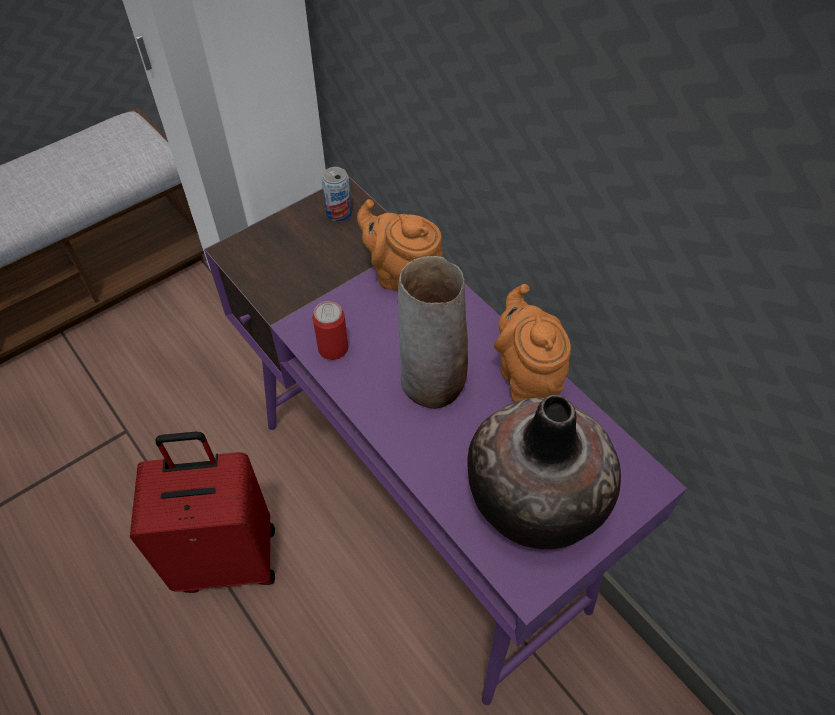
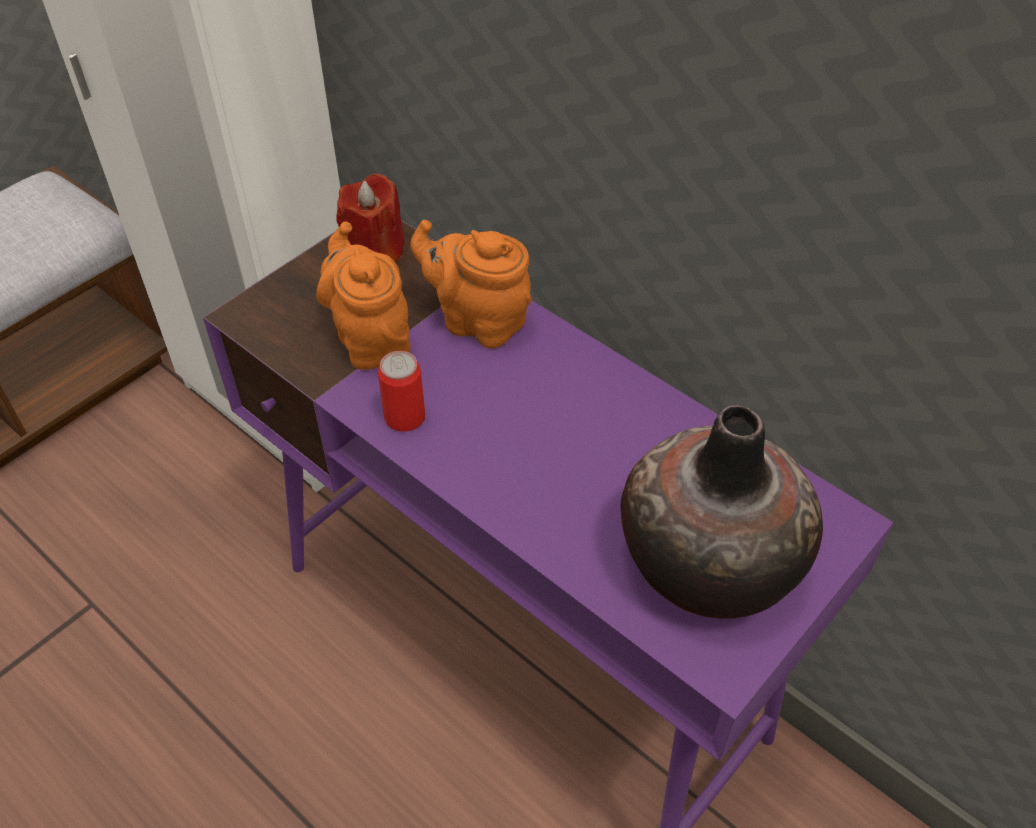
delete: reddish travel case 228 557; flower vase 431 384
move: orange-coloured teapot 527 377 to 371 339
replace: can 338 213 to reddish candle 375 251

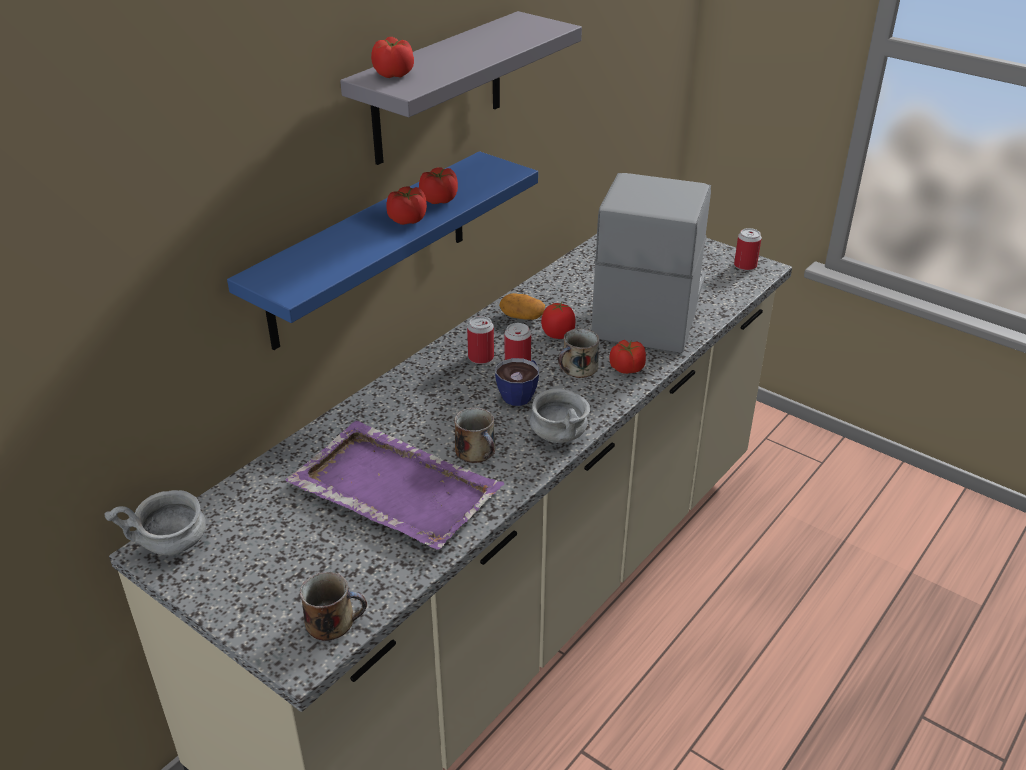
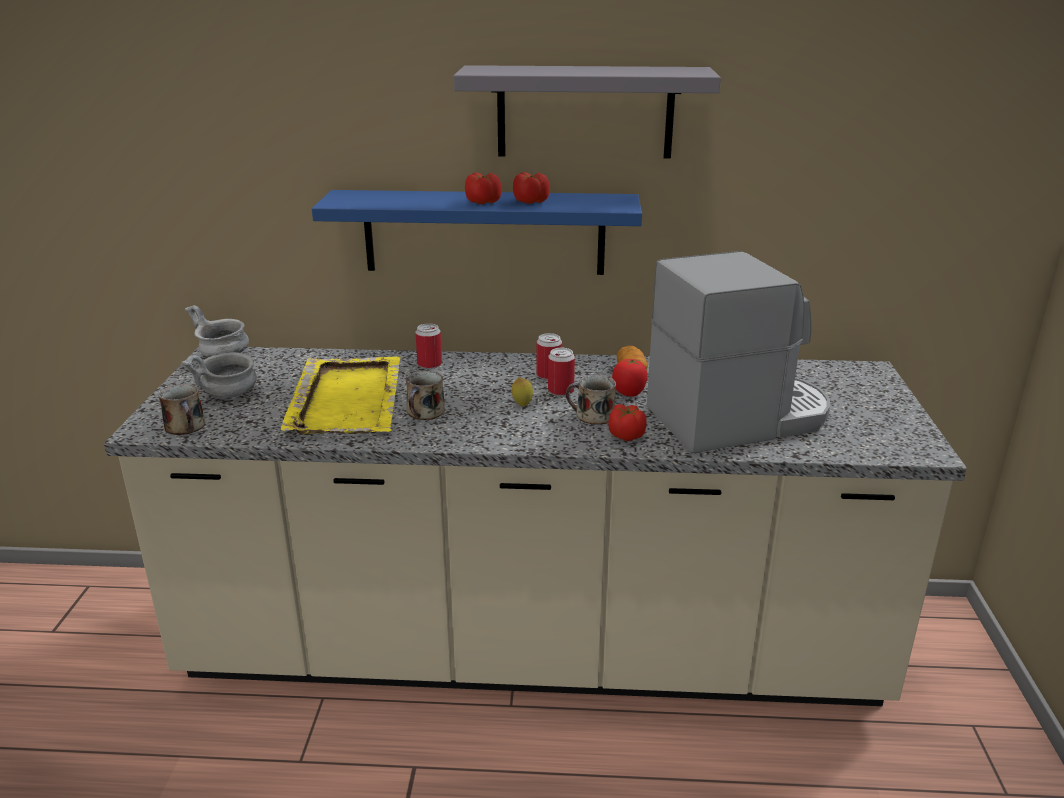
delete: tomato 393 74
move: grey deep dish 560 436 to 229 395; can 745 265 to 429 364
replace: small cup 520 394 to citrus fruit 522 404
recolor: purplish tray 393 488 to yellowish tray 347 398

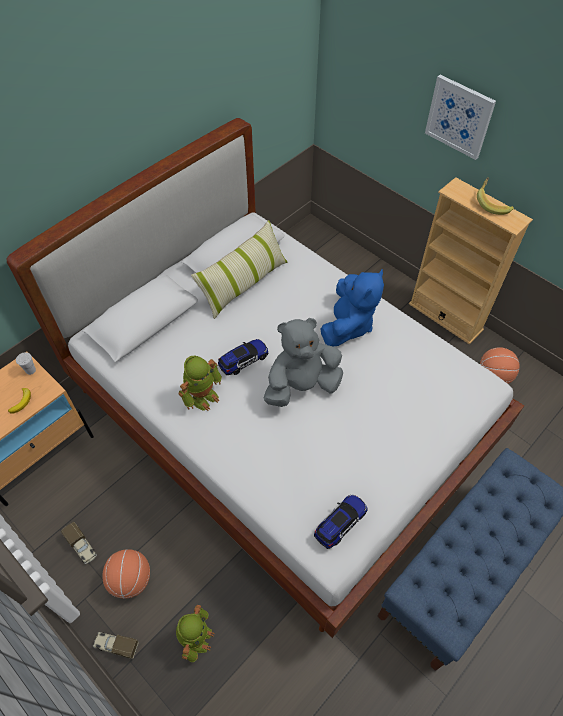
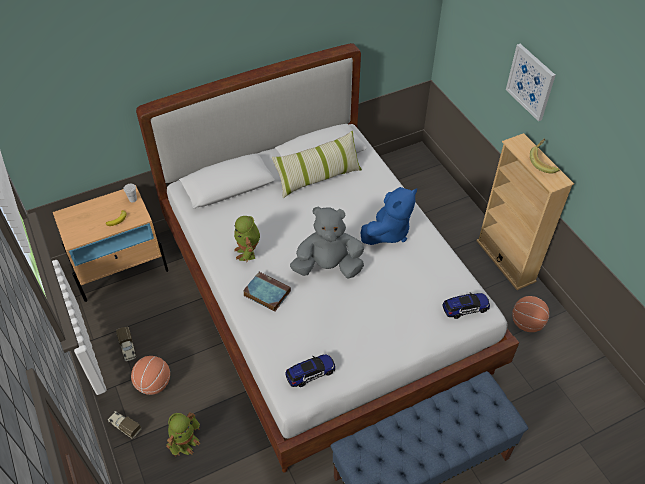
insert: book 266 293
move: model car 243 360 to 465 308
rotate: model robot 202 396 = 248 252 105 degrees clockwise

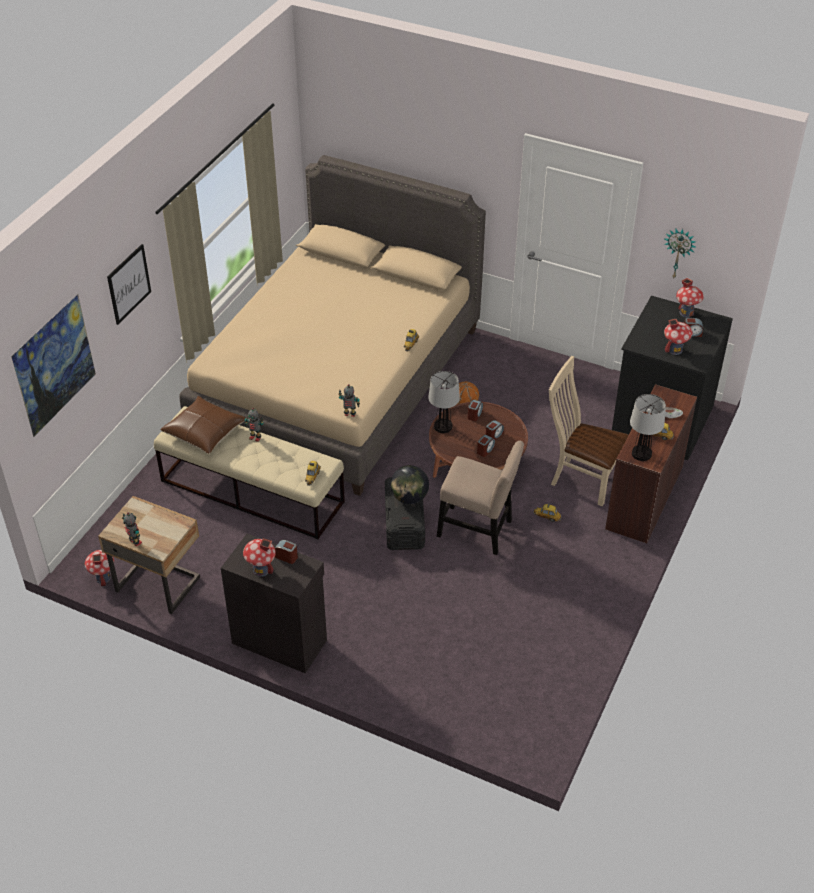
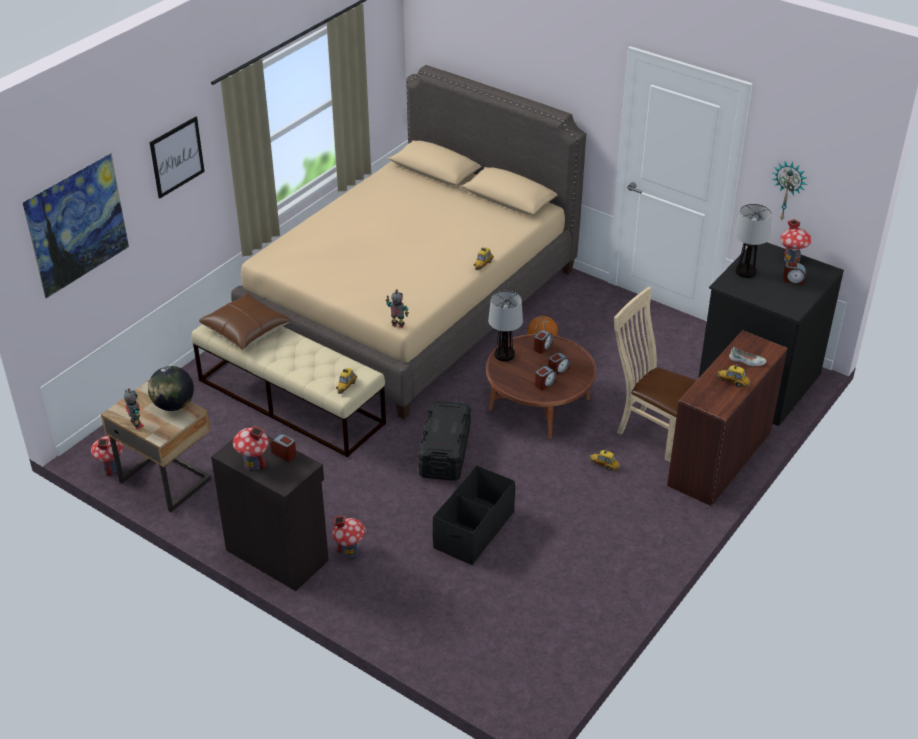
delete: model robot 255 437; beige-coloured chair 478 530
insert: black storage box 473 530
move: desk globe 409 498 to 173 405; lamp for a table 641 453 to 745 271; toy house 674 350 to 350 550

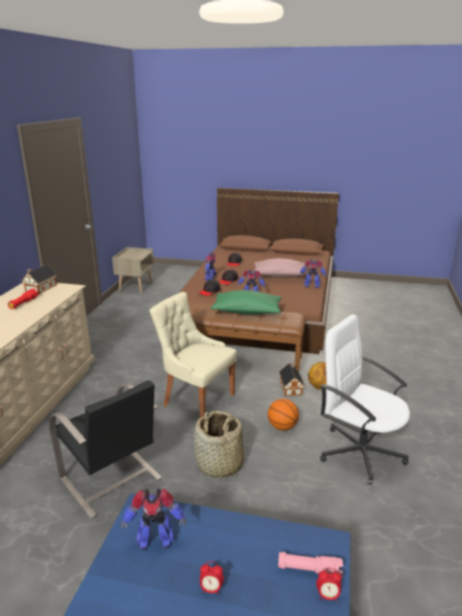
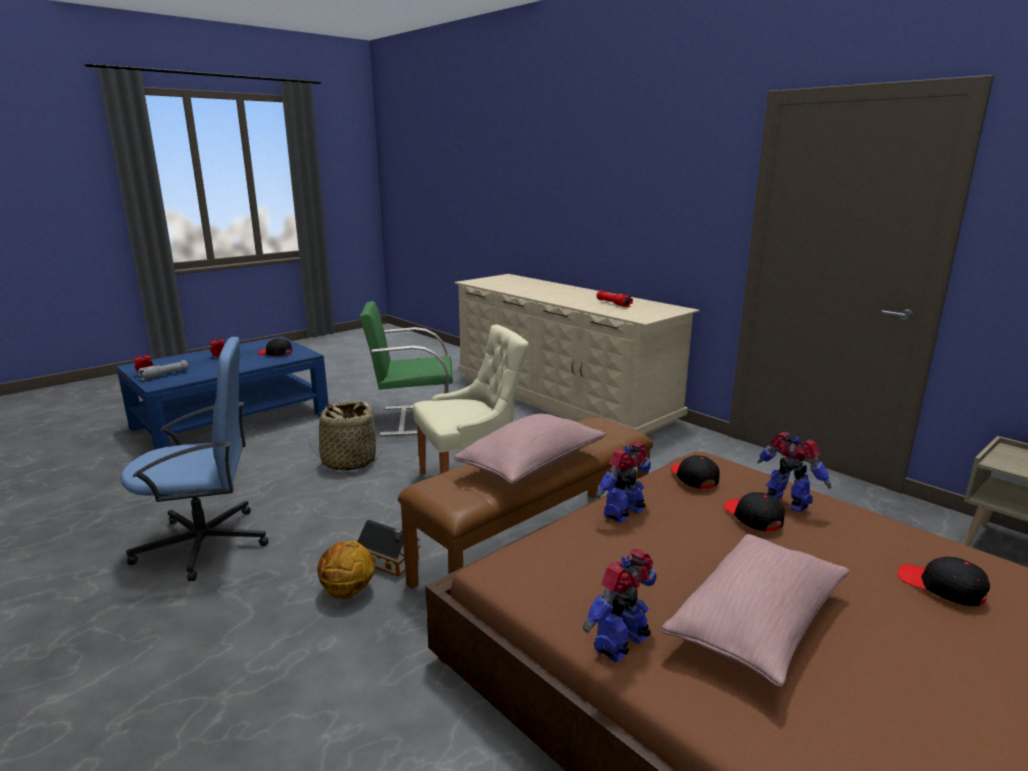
delete: toy house 40 288; basketball ball 282 427
replace: model robot 155 540 to black cap 275 353
recolor: black chair 111 480 to greenish chair 412 419; greenish throw pillow 247 312 to pinkish throw pillow 532 465; pinkish torch 309 570 to grey torch 164 375; whitish computer chair 360 452 to blue computer chair 206 544

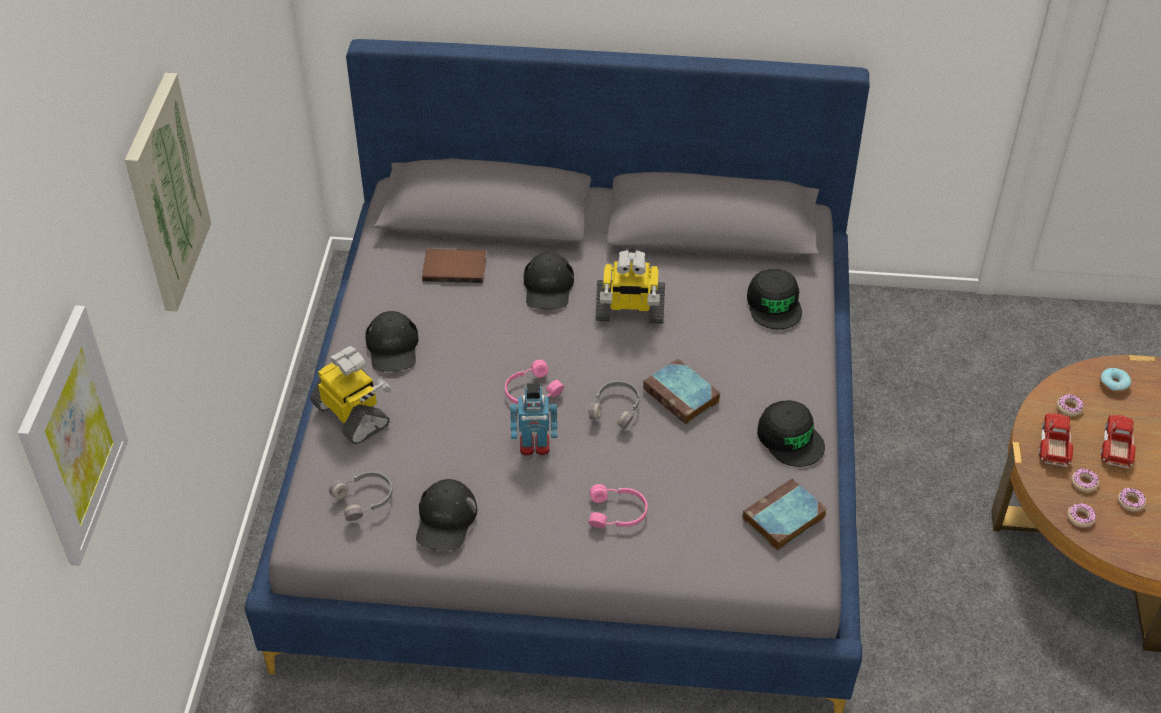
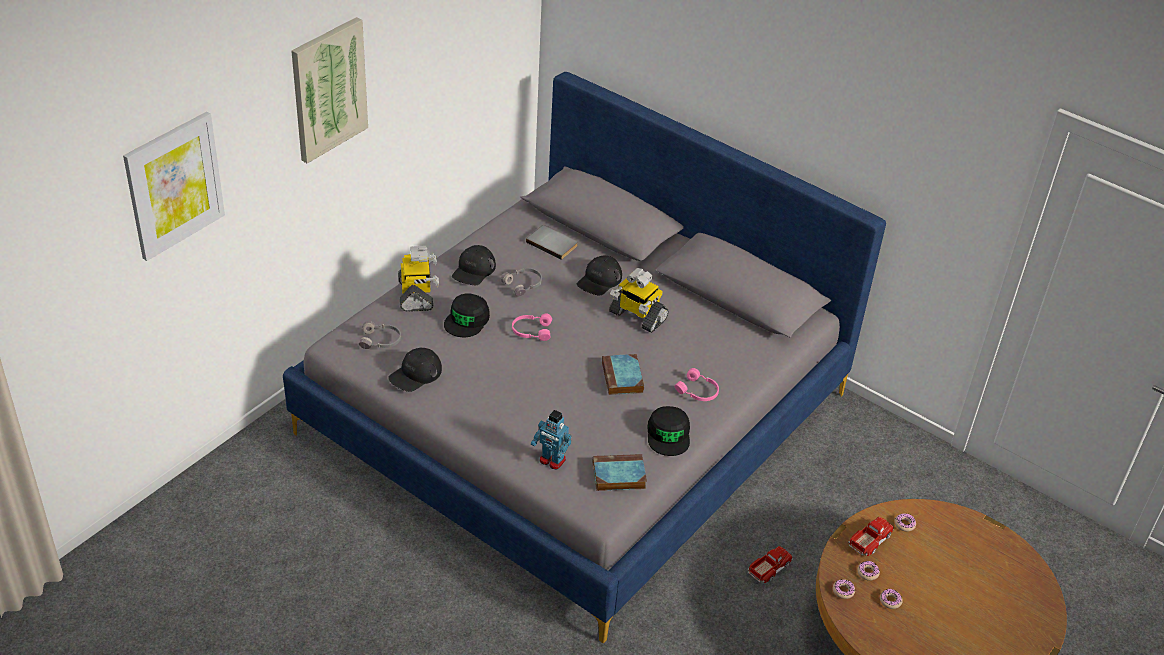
delete: ring doughnut 1113 385
move: model robot 534 446 to 552 460; pinkish headset 617 513 to 698 392; grey headset 616 408 to 523 285; black cap 774 304 to 467 320; toy truck 1116 446 to 769 568
recolor: brown-coloured book 454 267 to grey book 553 243

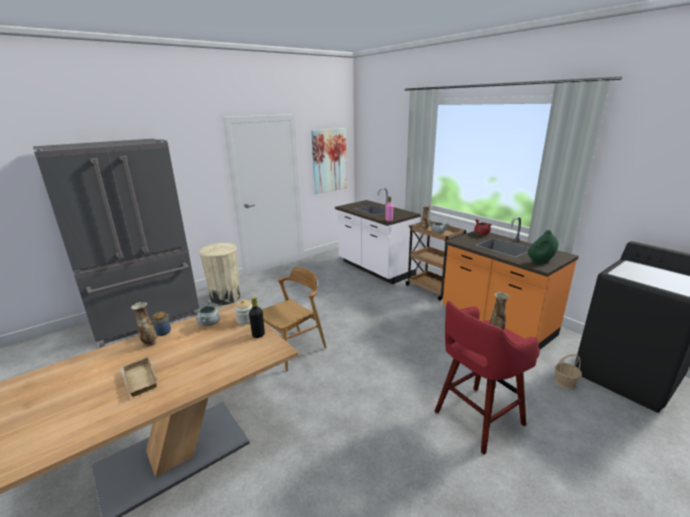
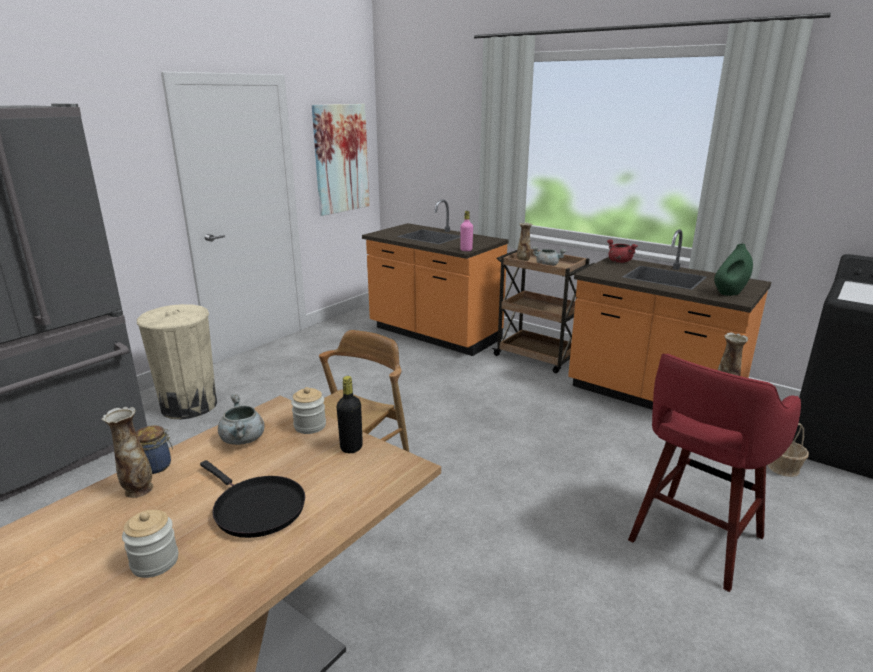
insert: black frying pan 256 508
replace: beige-coloured tray 138 380 to preserve jar 155 562
recolor: whitish kitchen counter 375 268 to orange-coloured kitchen counter 434 335

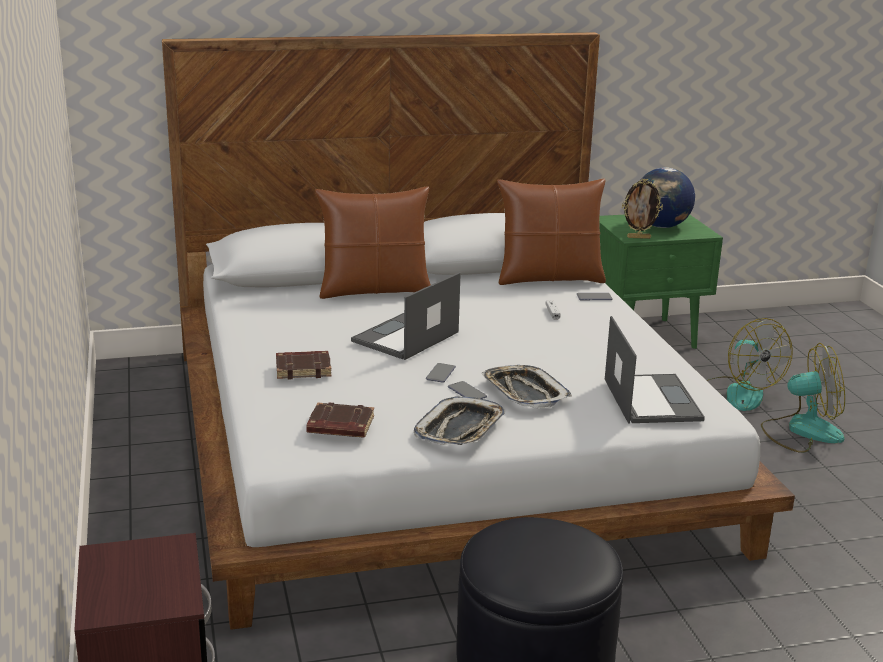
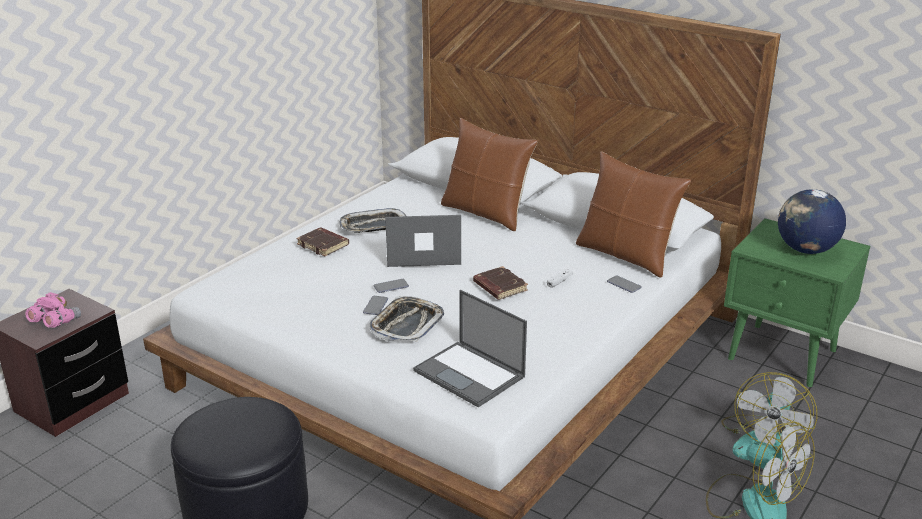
delete: picture frame 639 237
insert: pinkish binoculars 55 323
move: brown-coloured book 339 426 to 499 287; tray 460 429 to 373 226
rotate: laptop 651 399 = 470 374 90 degrees clockwise

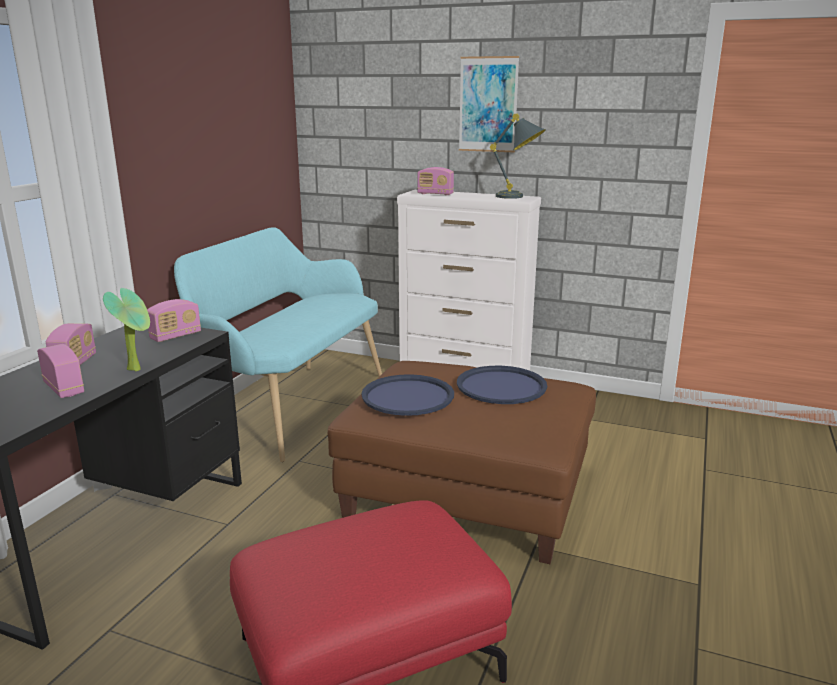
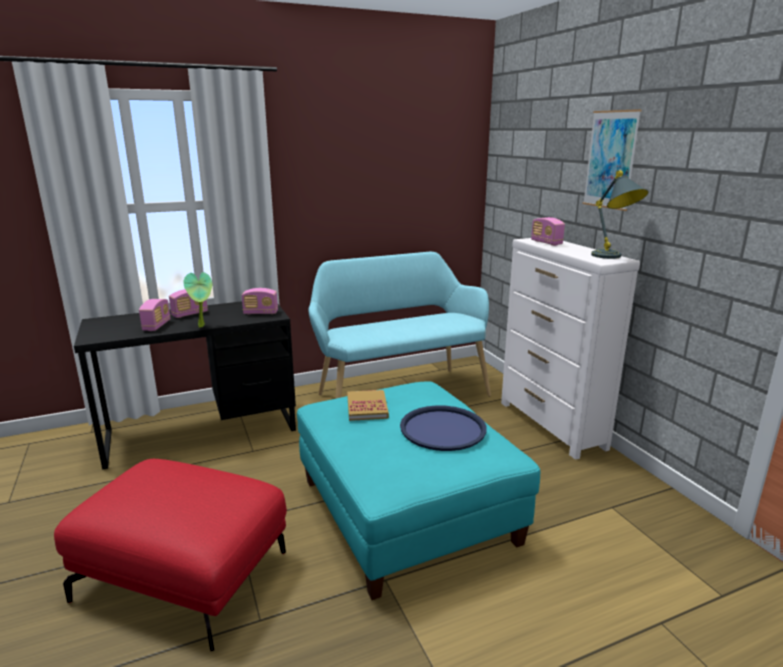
replace: blue tray 408 396 to book 367 407
recolor: brown-coloured footrest 467 492 to turquoise-coloured footrest 407 511

